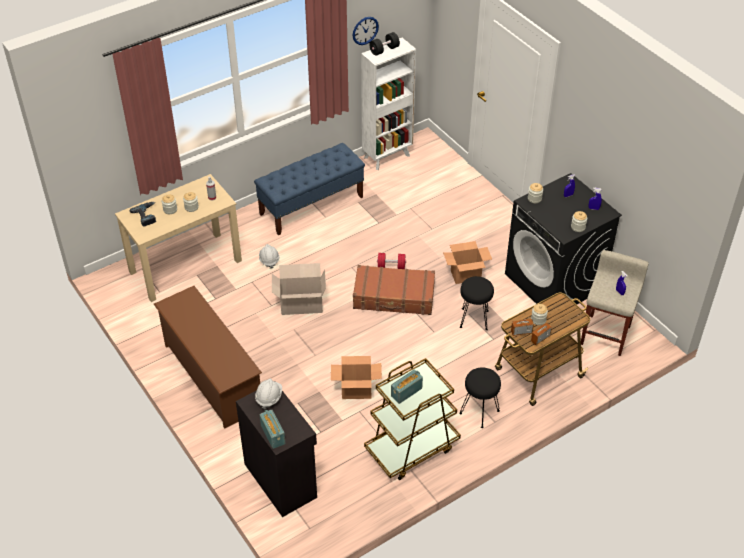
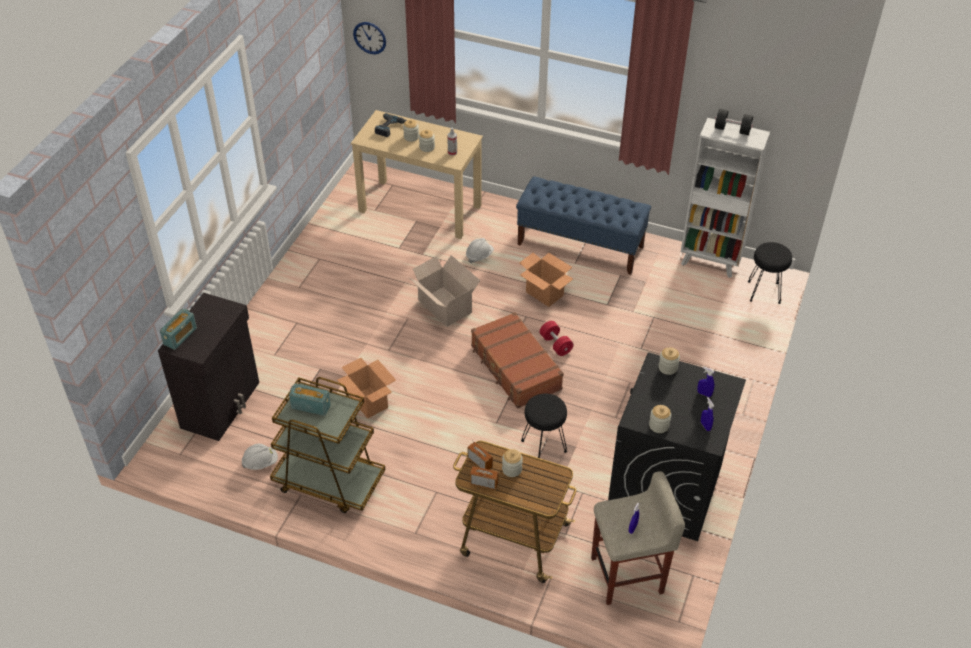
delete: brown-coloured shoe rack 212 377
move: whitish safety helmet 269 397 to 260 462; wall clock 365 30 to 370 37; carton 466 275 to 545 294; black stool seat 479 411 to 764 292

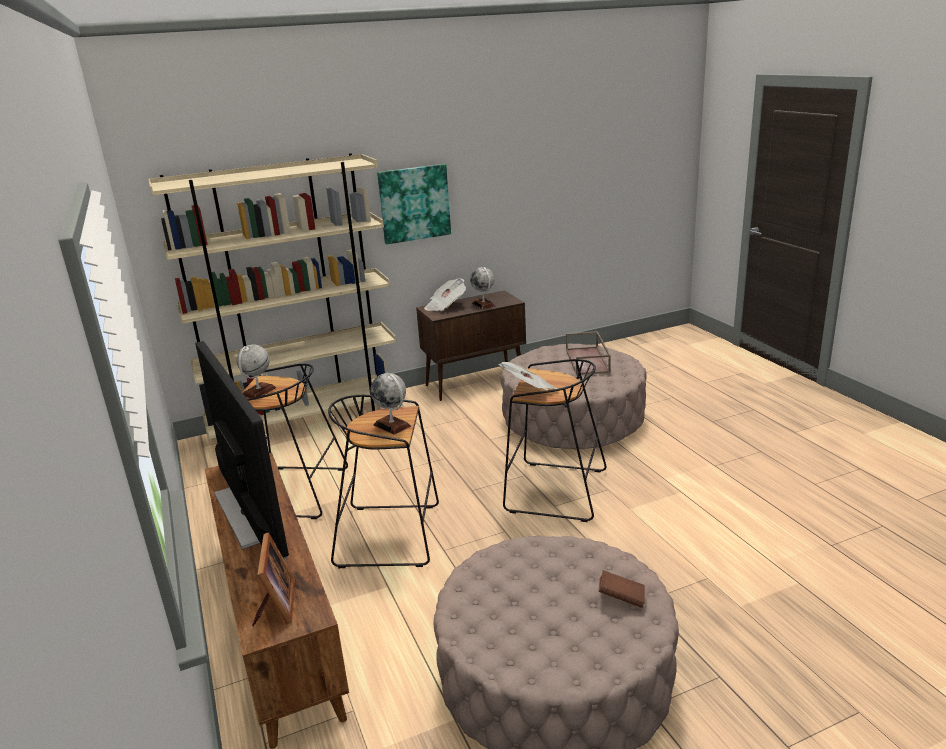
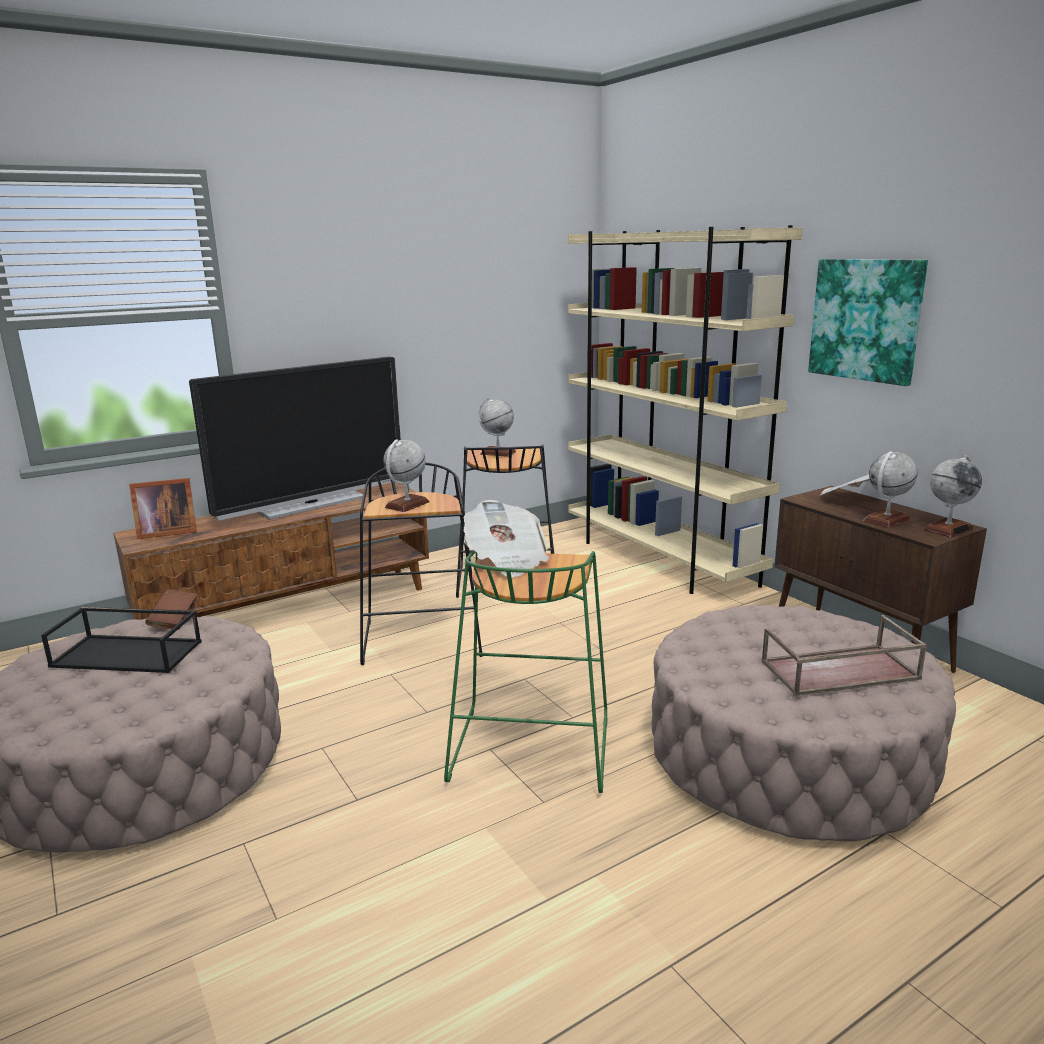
insert: black tray 129 653; desk globe 948 529
move: brown-coloured book 621 598 to 174 621
recolor: black stool seat 553 491 to greenish stool seat 529 746

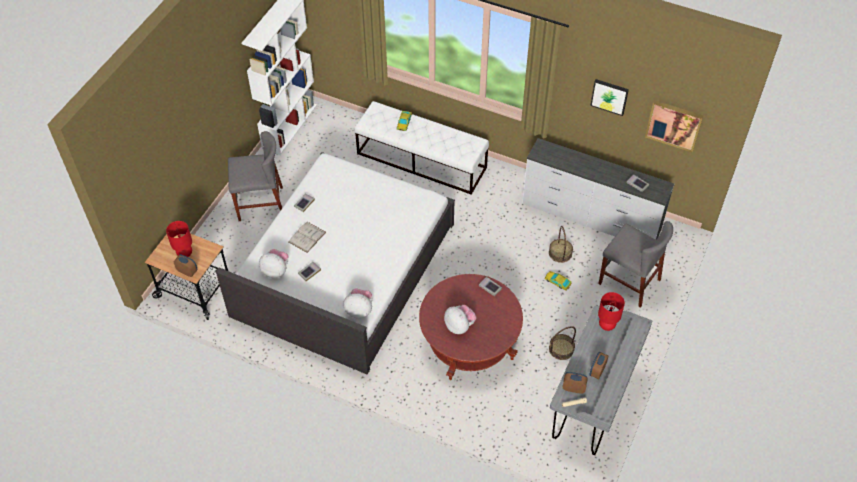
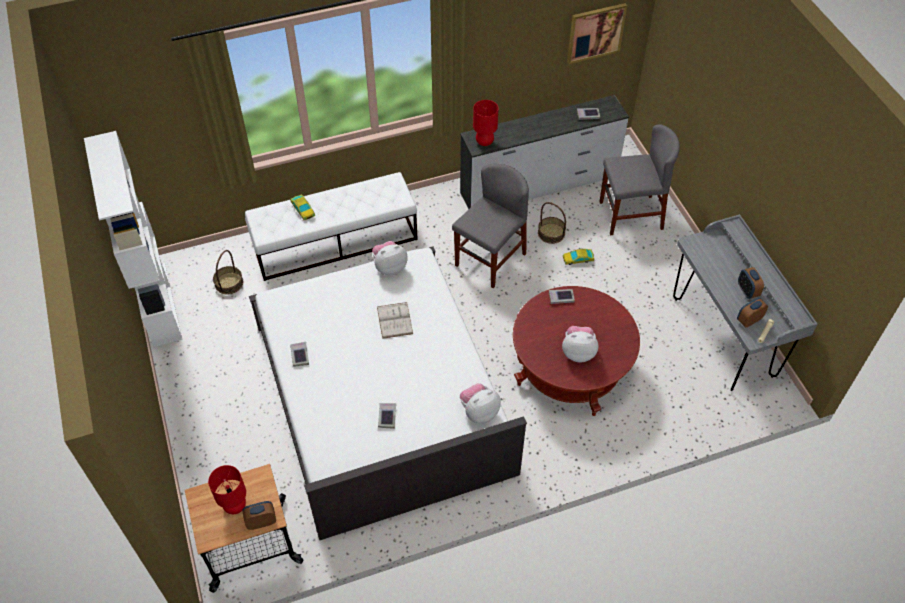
delete: wall art 609 96
move: grey chair 260 204 to 490 259; cuddly toy 276 270 to 389 267; whitish book 307 237 to 394 320; storage basket 561 349 to 229 283; reddish lamp for a table 606 325 to 484 142

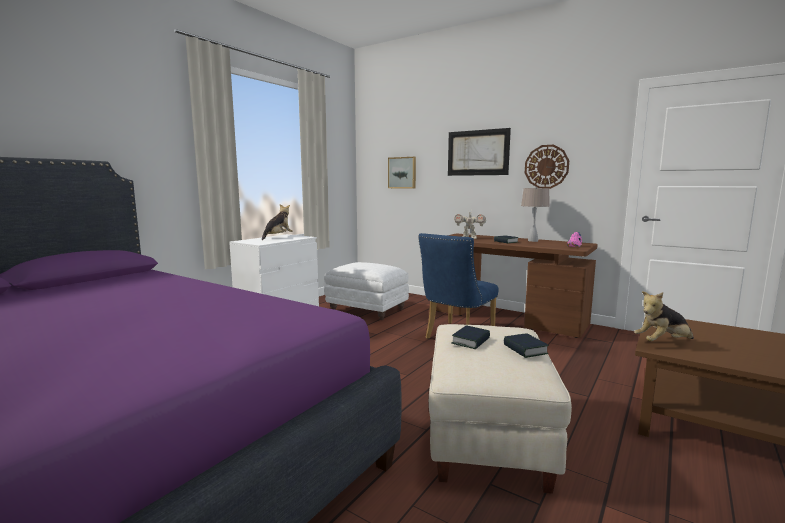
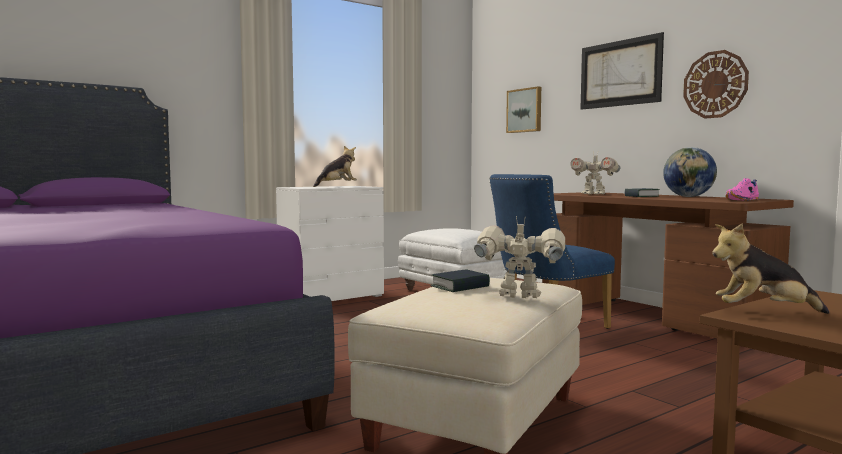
replace: book 525 349 to model robot 519 297; beige-coloured lamp for a table 533 241 to desk globe 688 196

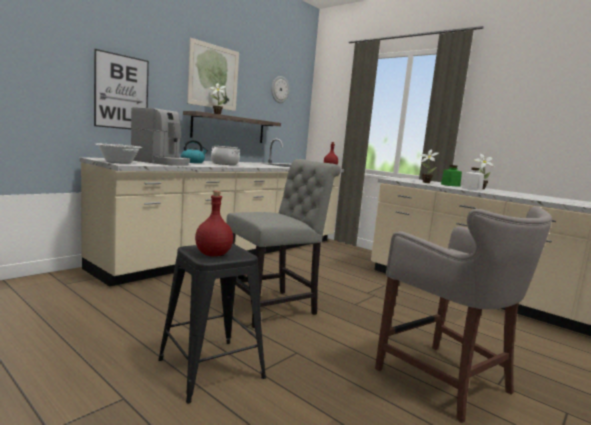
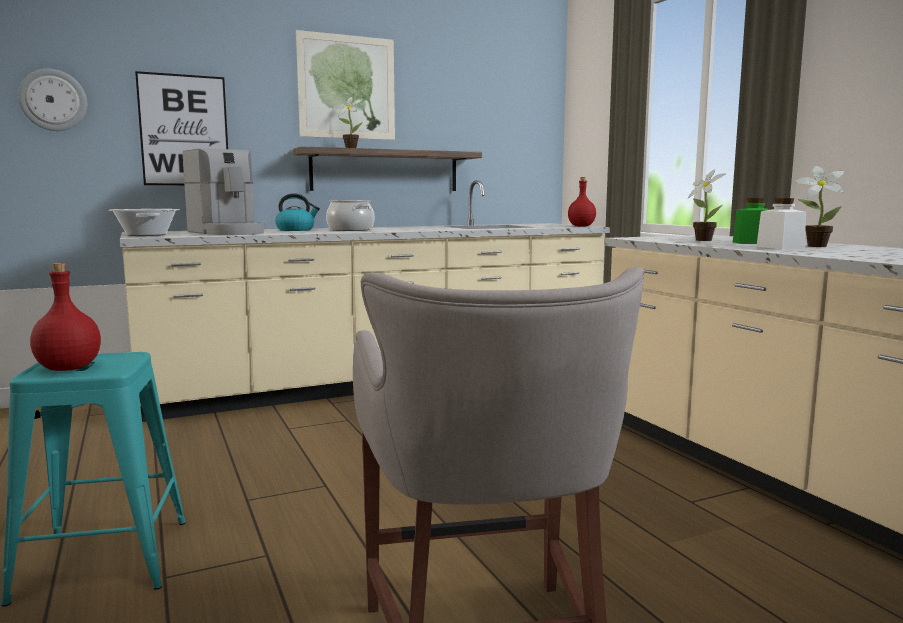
delete: grey chair 274 307
move: wall clock 279 89 to 53 100
recolor: black stool seat 211 369 to turquoise-coloured stool seat 104 560

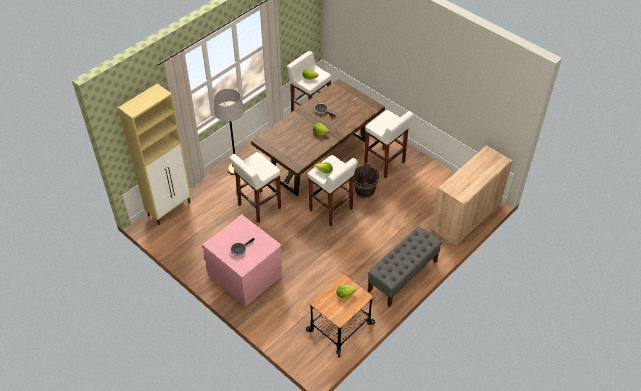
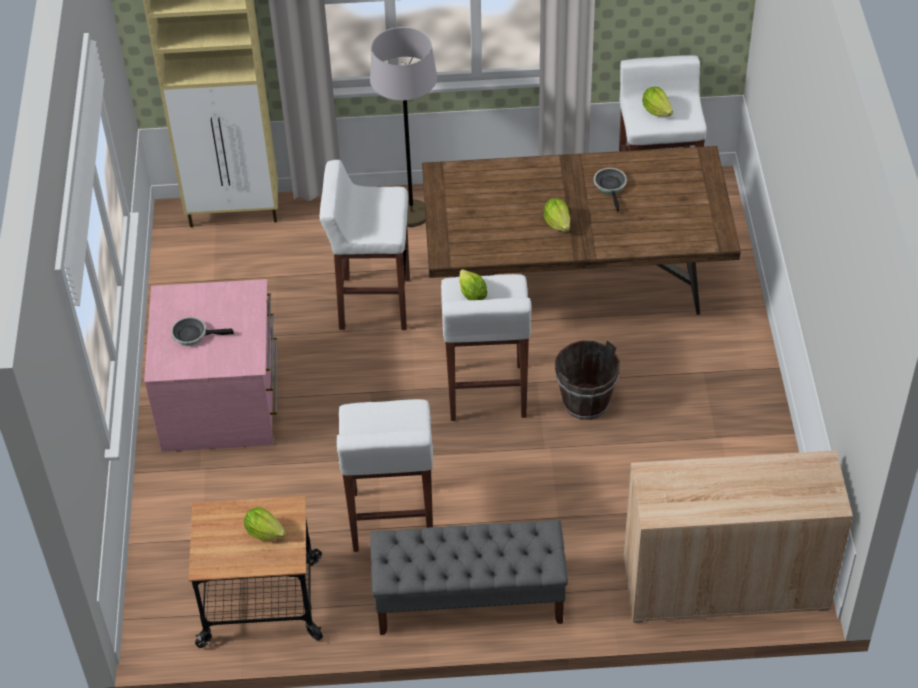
move: whitish stool seat 385 163 to 392 521

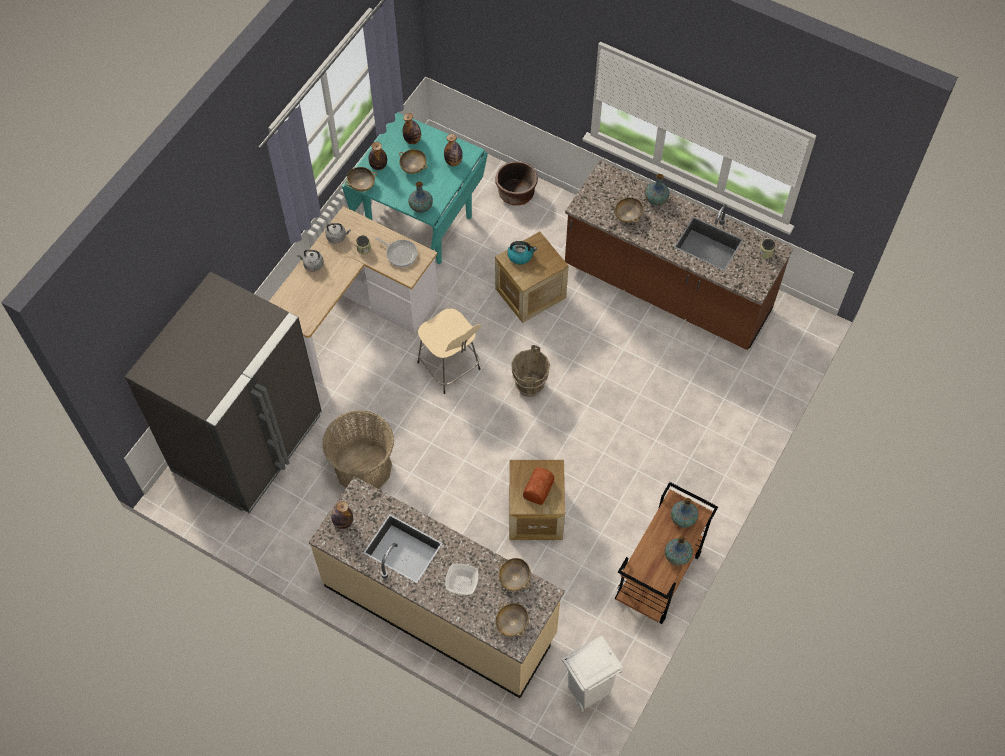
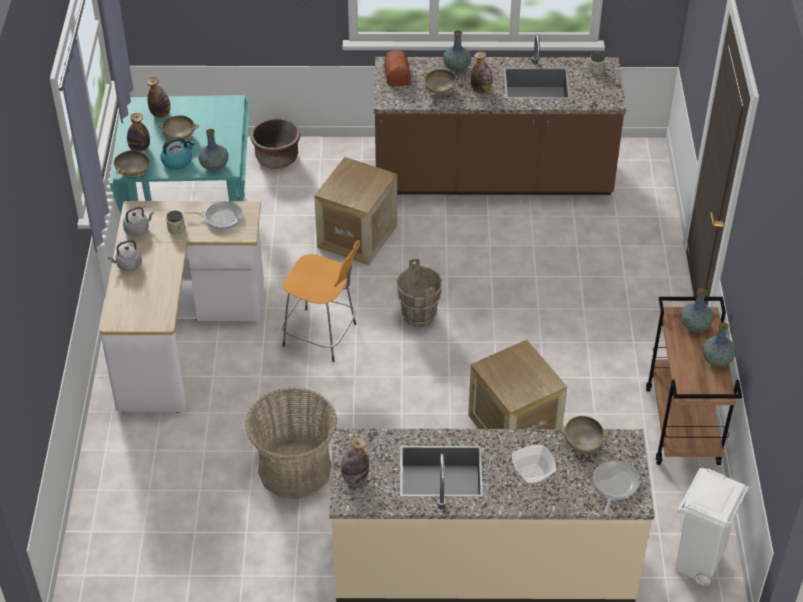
delete: grey kitchen fridge 248 443
move: beverage bottle 453 162 to 481 90; water kettle 520 255 to 177 161; bread 537 489 to 396 76
replace: beige-coloured deep dish 511 623 to frying pan 614 485
recolor: beige-coloured stool seat 450 368 to orange-coloured stool seat 322 336

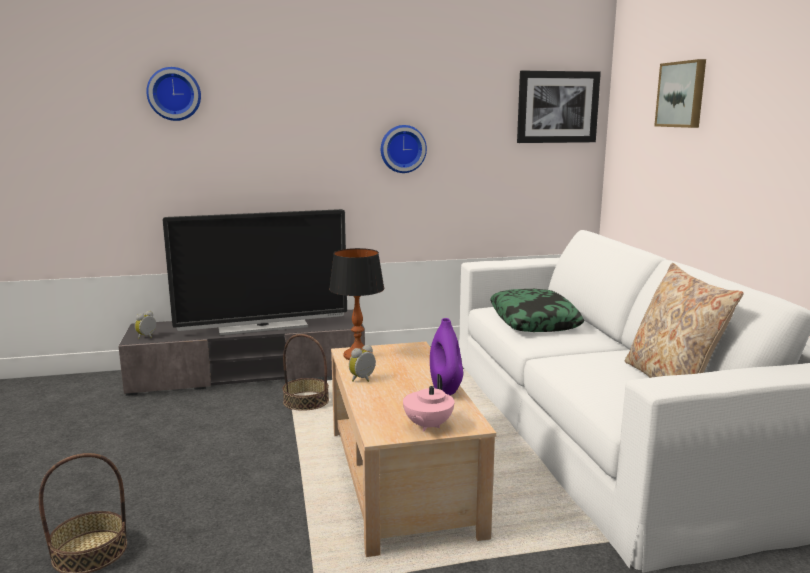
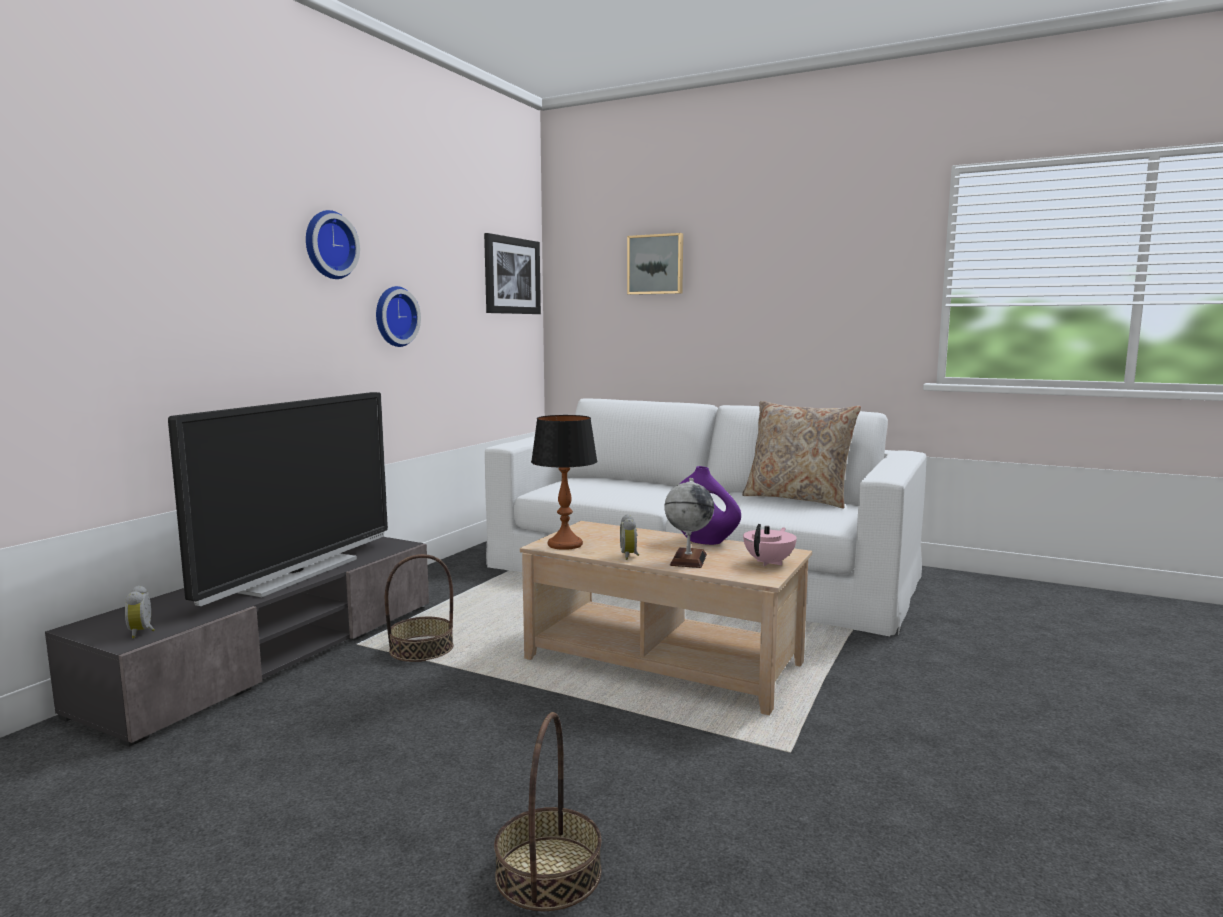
delete: throw pillow 534 321
insert: desk globe 688 560
move: wall clock 174 94 to 328 245
rotate: pinkish teapot 427 426 = 769 562 120 degrees counterclockwise

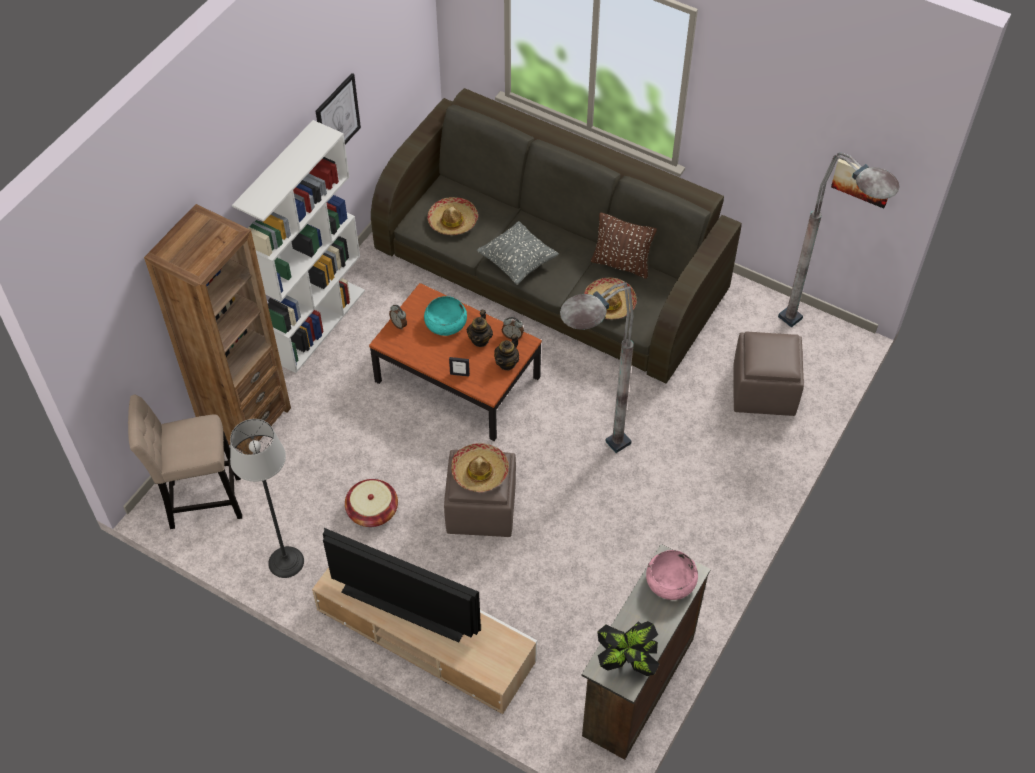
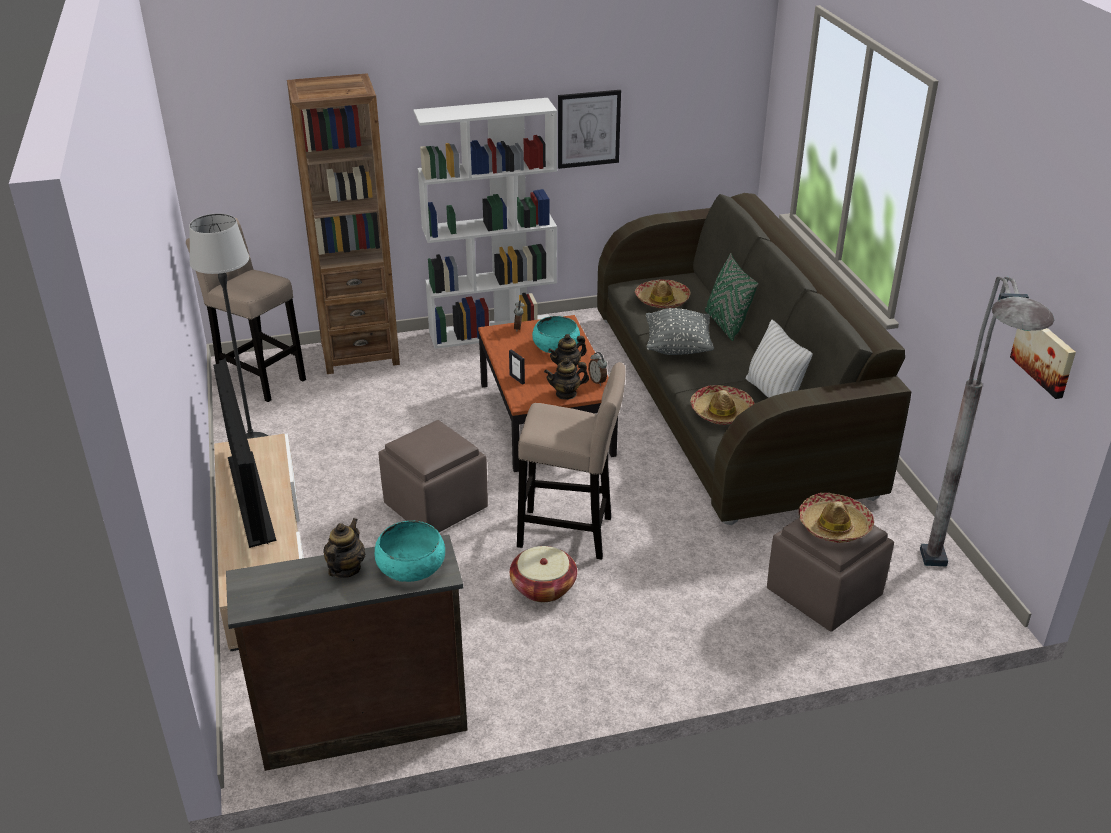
delete: plant in a pot 627 661
insert: teapot 345 569; greenish throw pillow 726 325
move: storage basket 372 511 to 543 587; wearable hat 480 472 to 834 526
replace: grey floor lamp 586 461 to beige-coloured stool seat 570 534
recolor: brown-coloured throw pillow 621 264 to whitish throw pillow 773 395; pinkish deep dish 670 581 to turquoise-coloured deep dish 411 565

